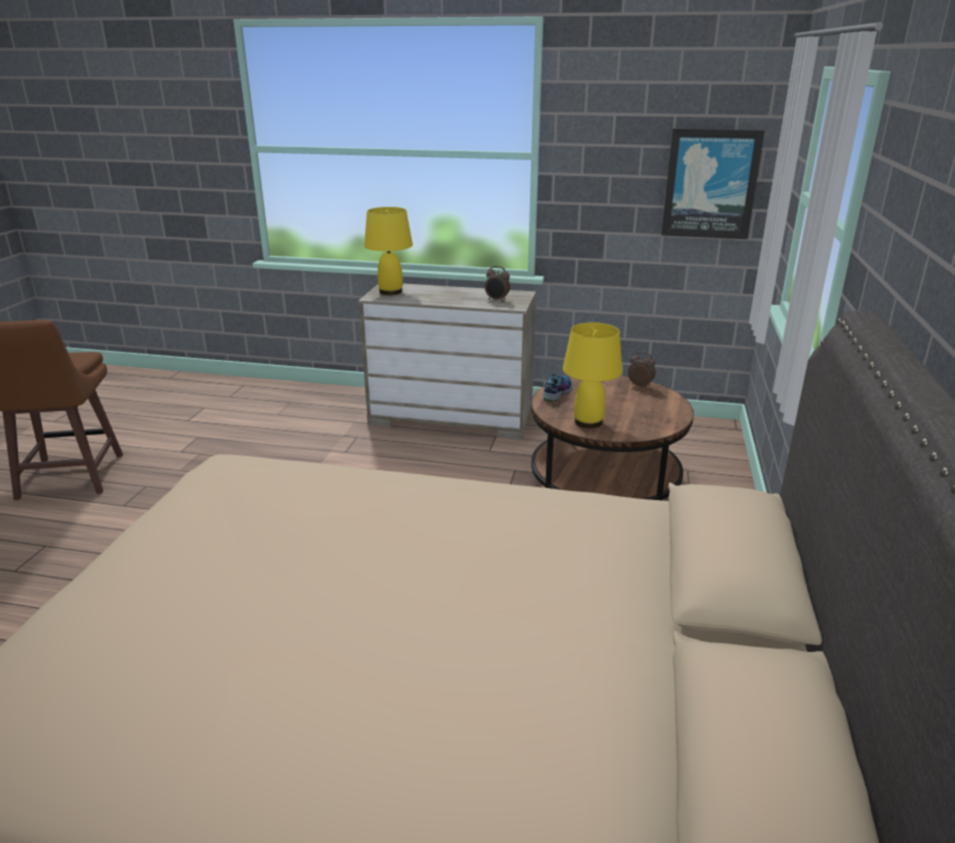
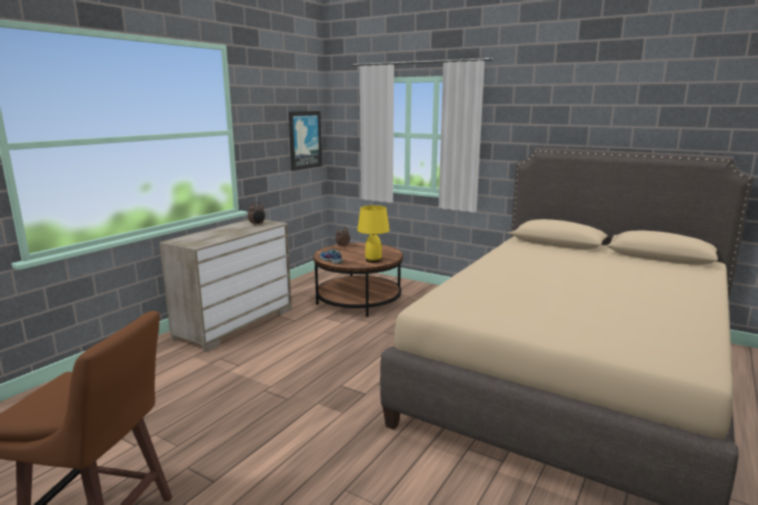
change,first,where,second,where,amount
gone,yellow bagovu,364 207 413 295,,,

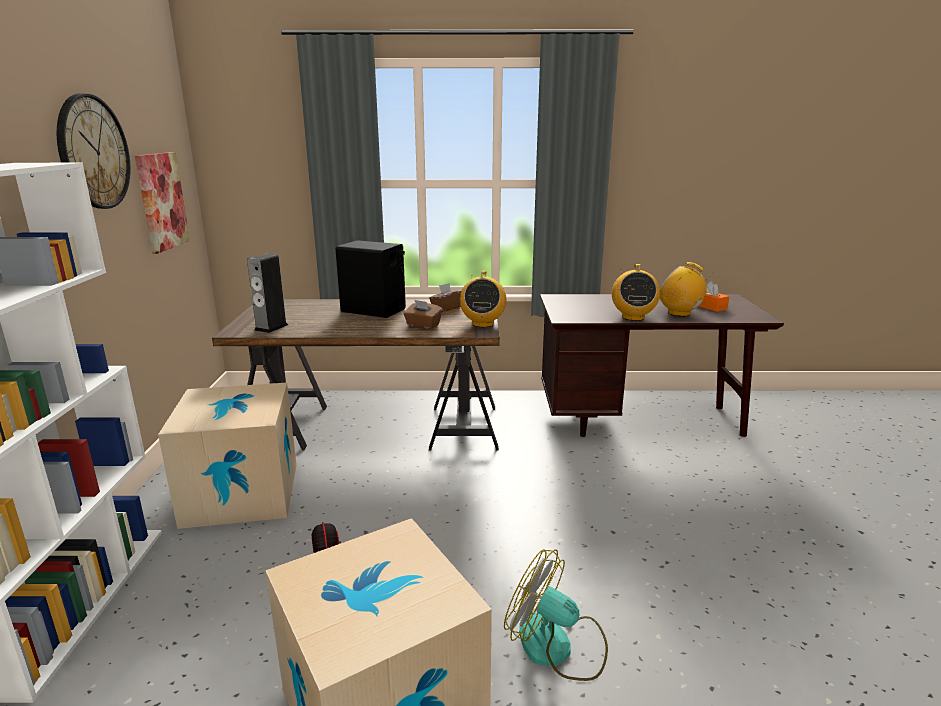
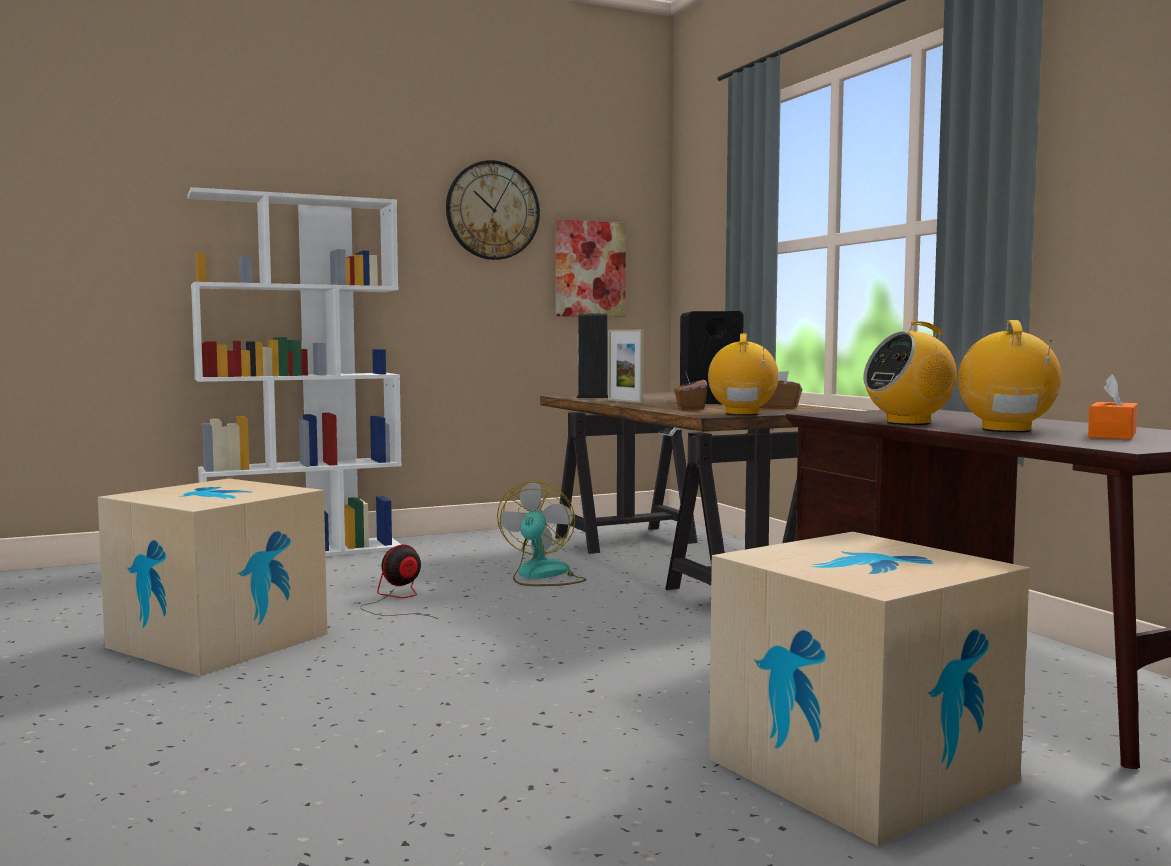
change,first,where,second,where,amount
rotated,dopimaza,460 270 506 328,,708 334 779 415,120 degrees clockwise
shifted,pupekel,158 383 297 529,,709 532 1030 846,
shifted,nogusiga,504 549 608 681,,497 482 587 586,
new,,,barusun,608 330 644 403,

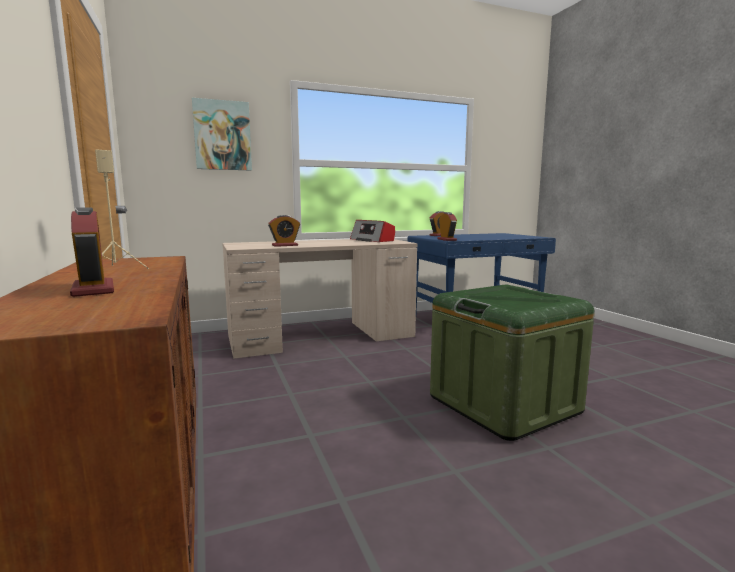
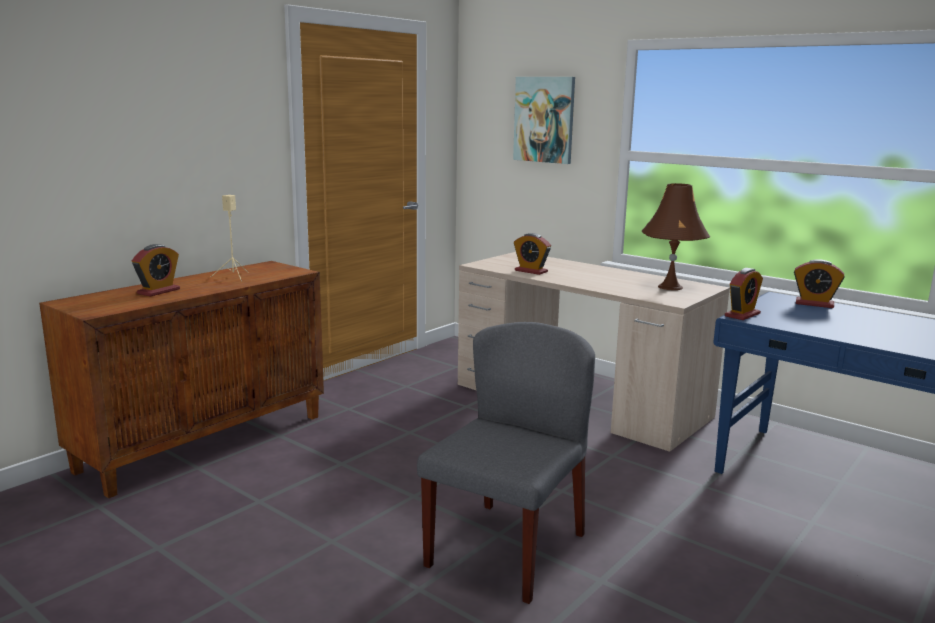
change,first,where,second,where,amount
swapped,dopimaza,350 220 395 242,brown bagovu,642 183 710 290,
swapped,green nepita,430 285 595 441,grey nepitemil,417 322 595 604,

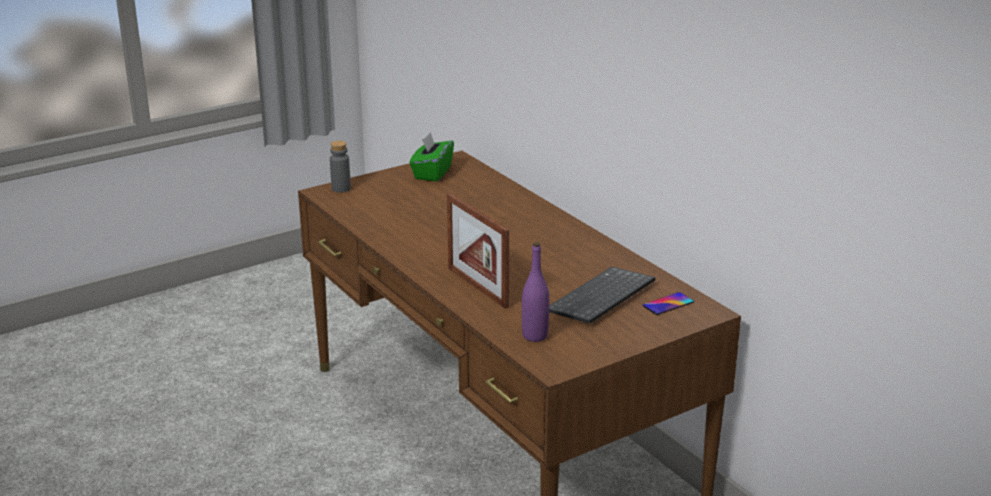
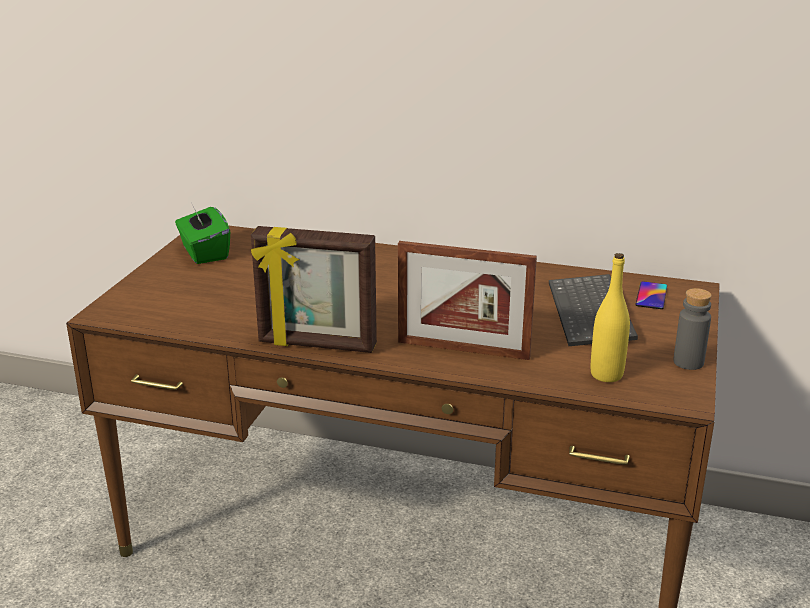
change,first,where,second,where,amount
shifted,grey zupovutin,330 141 351 193,,673 288 712 370,
repainted,purple zupovutin,522 242 549 342,yellow zupovutin,591 253 630 382,
new,,,barusun,251 226 377 353,

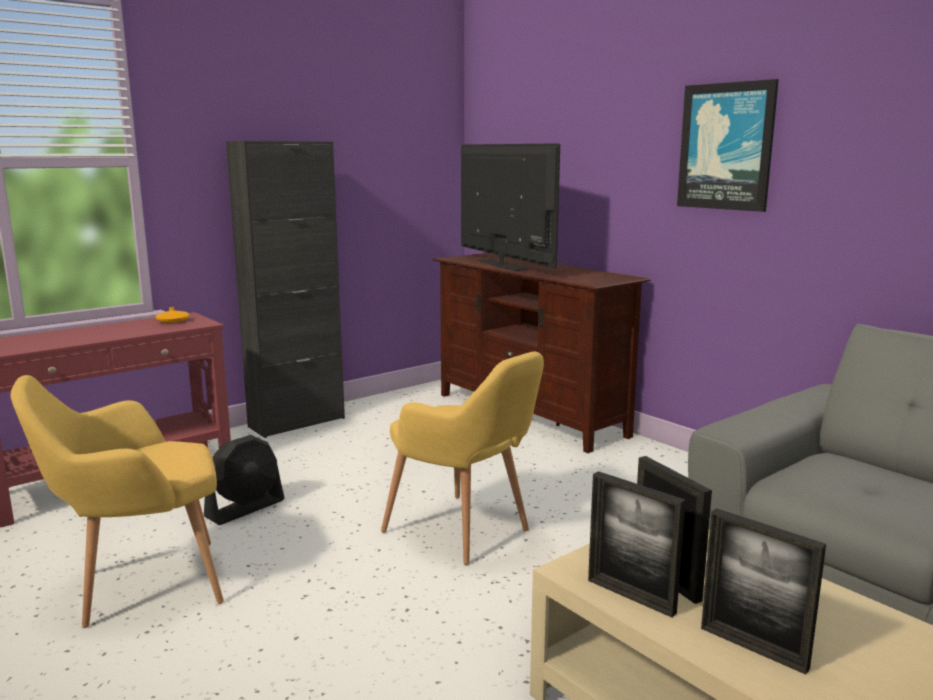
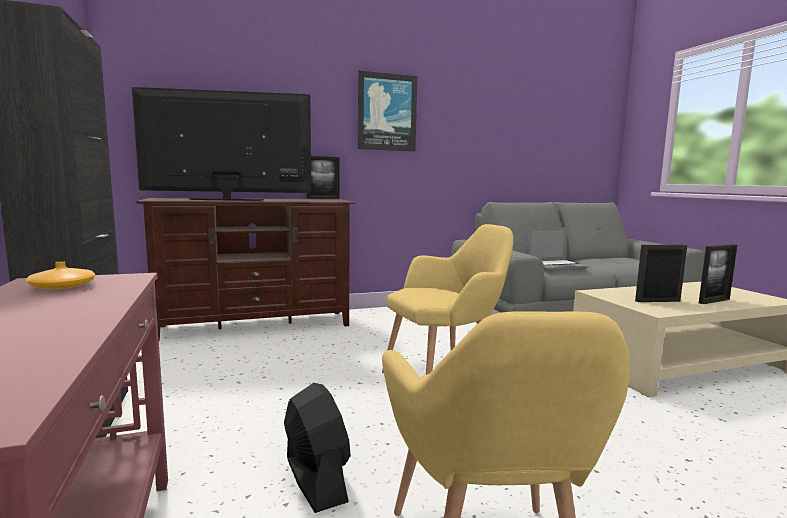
change,first,where,second,where,amount
shifted,barusun,588 471 686 617,,307 156 339 199,
new,,,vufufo,527 227 588 271,

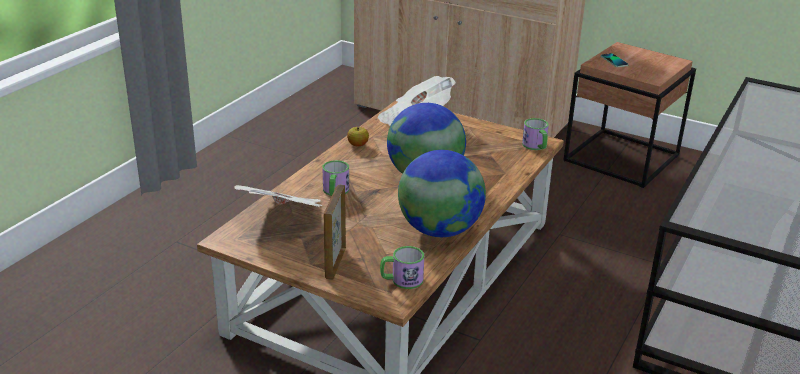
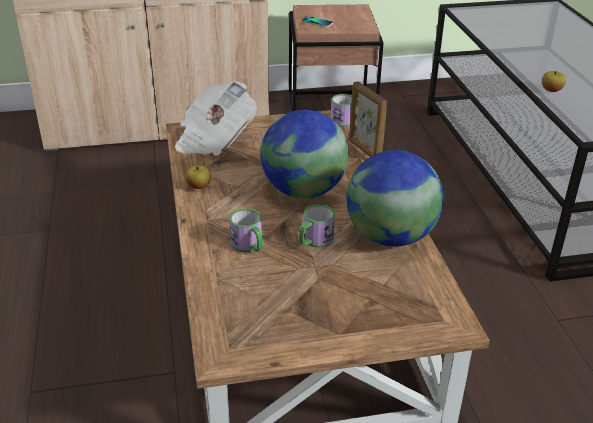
change,first,where,second,where,amount
gone,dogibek,234 185 323 207,,,
shifted,barusun,324 185 346 280,,349 81 387 157,
shifted,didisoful,380 246 424 289,,299 204 335 248,
new,,,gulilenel,542 71 566 92,

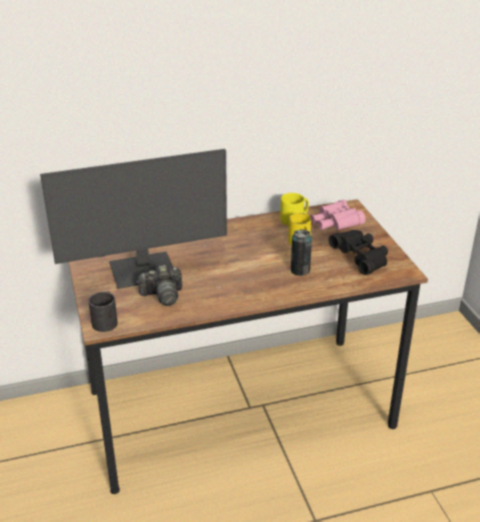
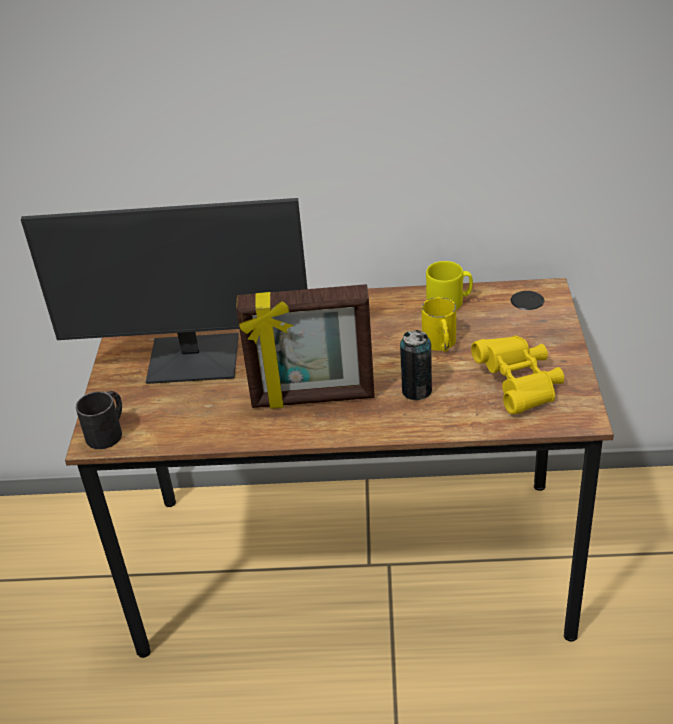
change,first,where,second,where,amount
gone,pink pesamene,311 200 365 230,,,
repainted,black pesamene,329 230 388 275,yellow pesamene,471 336 564 414,
gone,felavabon,137 265 182 306,,,
new,,,barusun,236 284 375 409,

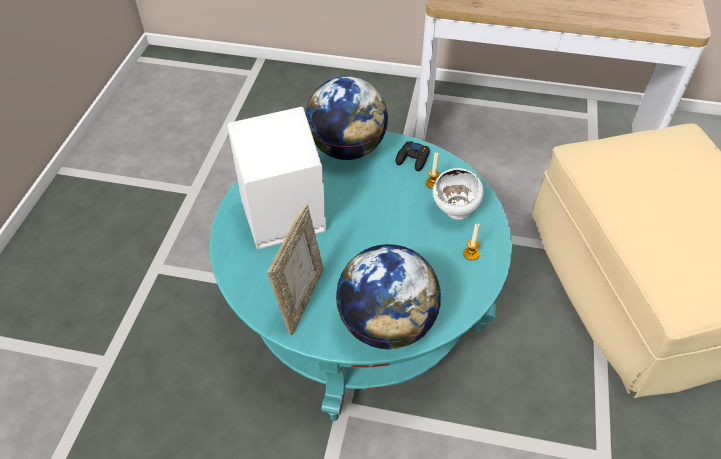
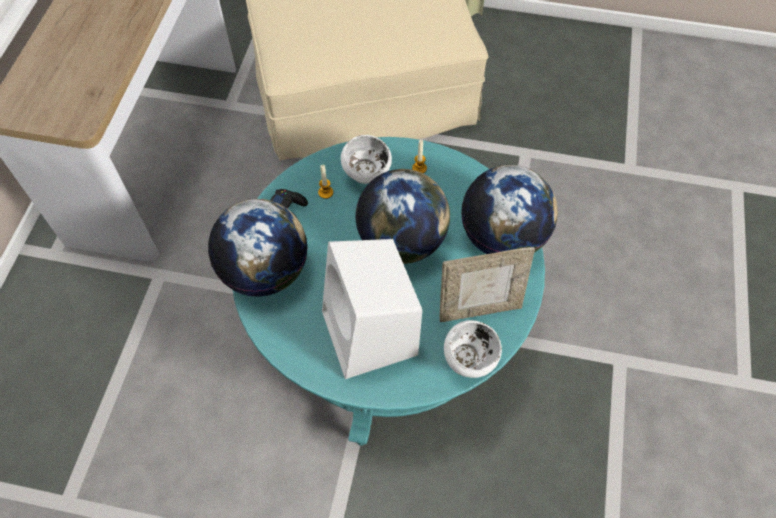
change,first,where,second,where,amount
rotated,barusun,267 204 324 335,,440 247 535 322,150 degrees clockwise
new,,,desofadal,356 169 450 264,
new,,,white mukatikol,444 320 502 378,

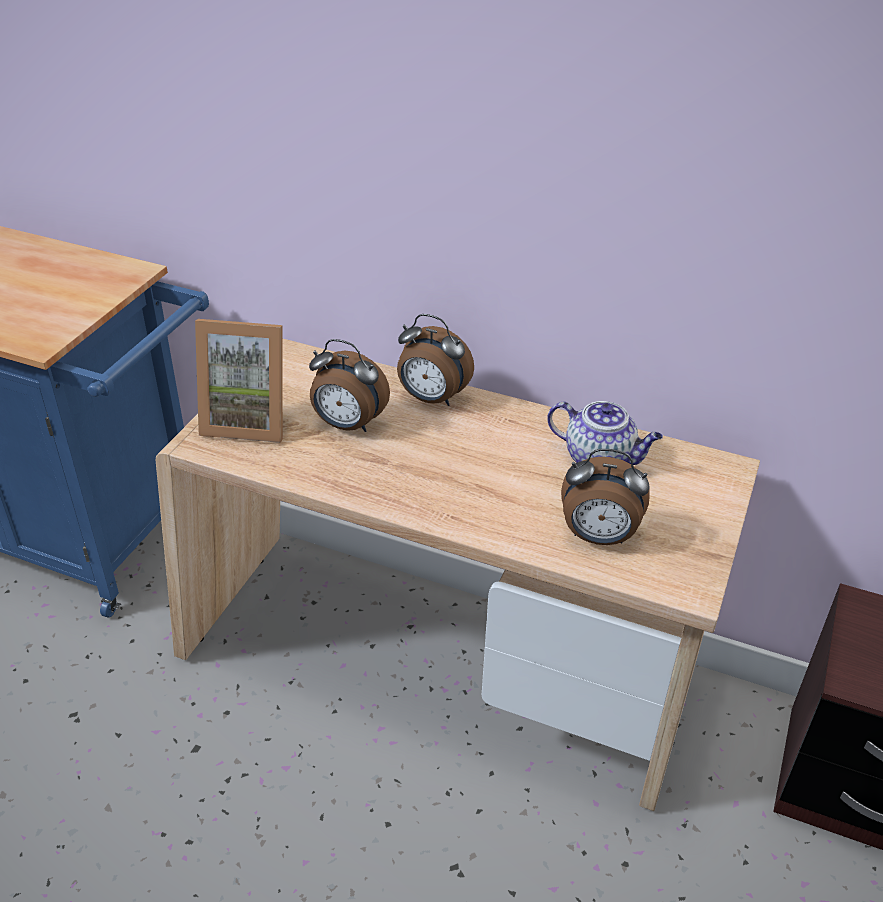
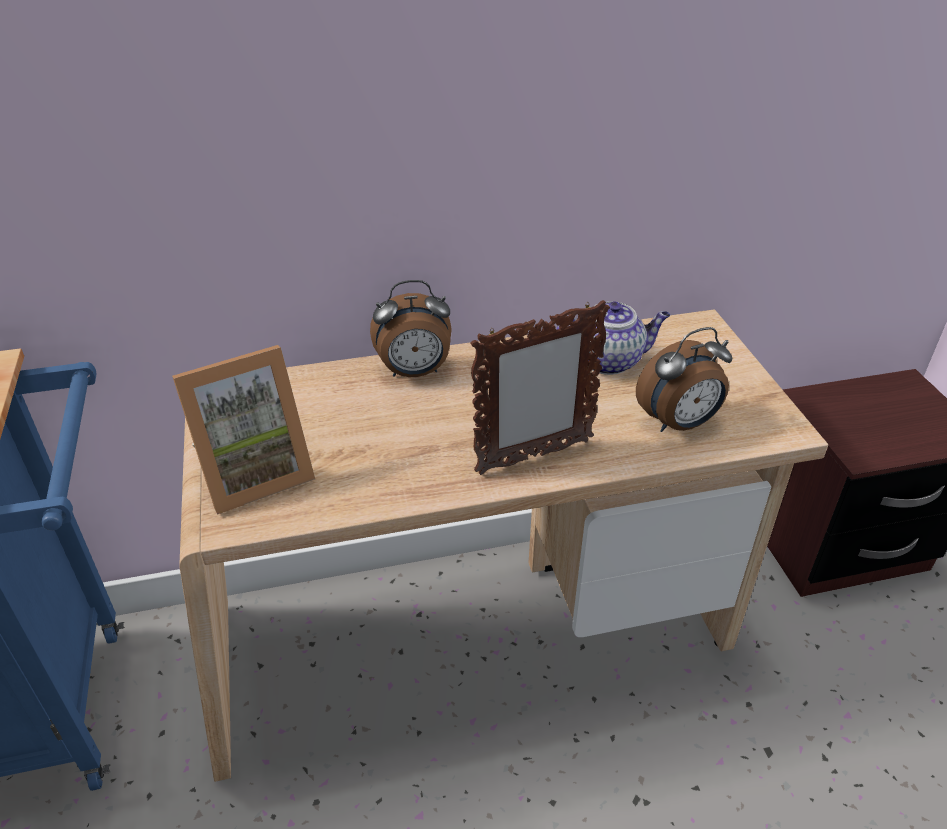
change,first,where,second,where,amount
gone,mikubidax,309 339 390 432,,,
new,,,barusun,470 300 610 475,

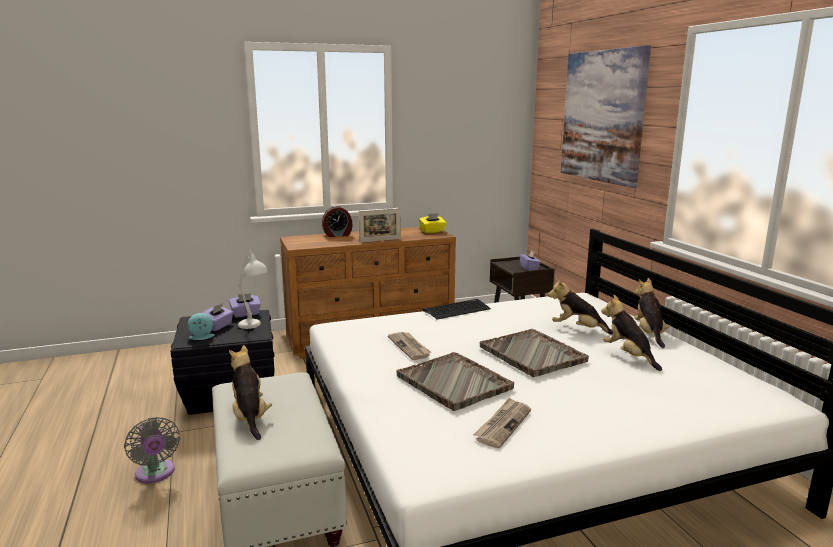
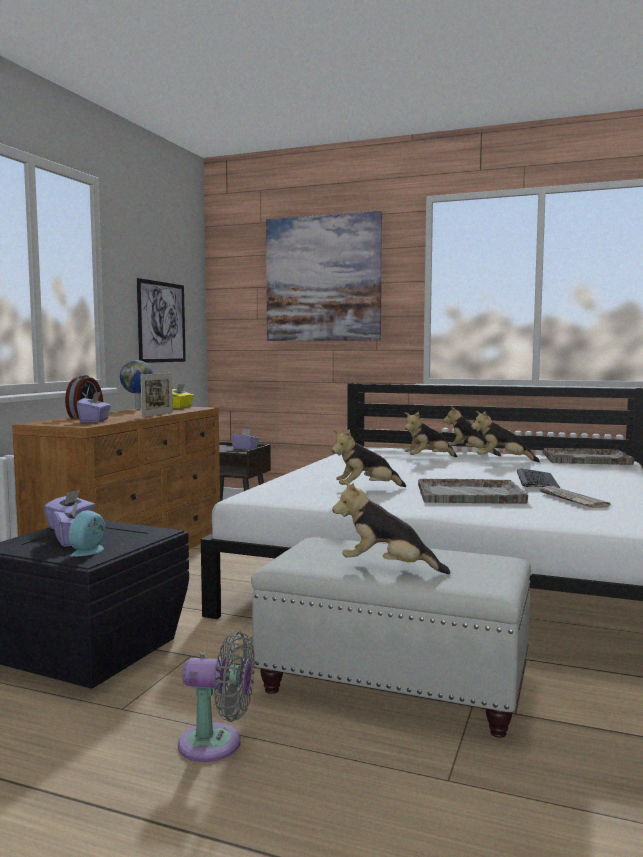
change,first,where,second,where,amount
gone,white bagovu,238 250 268 329,,,
shifted,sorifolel,422 299 491 320,,517 468 560 488,
shifted,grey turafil,480 329 589 377,,543 448 634 465,
swapped,dogibek,388 332 431 360,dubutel,332 429 406 487,
new,,,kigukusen,137 278 186 363,
new,,,desofadal,120 360 154 409,
new,,,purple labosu,77 392 111 422,

